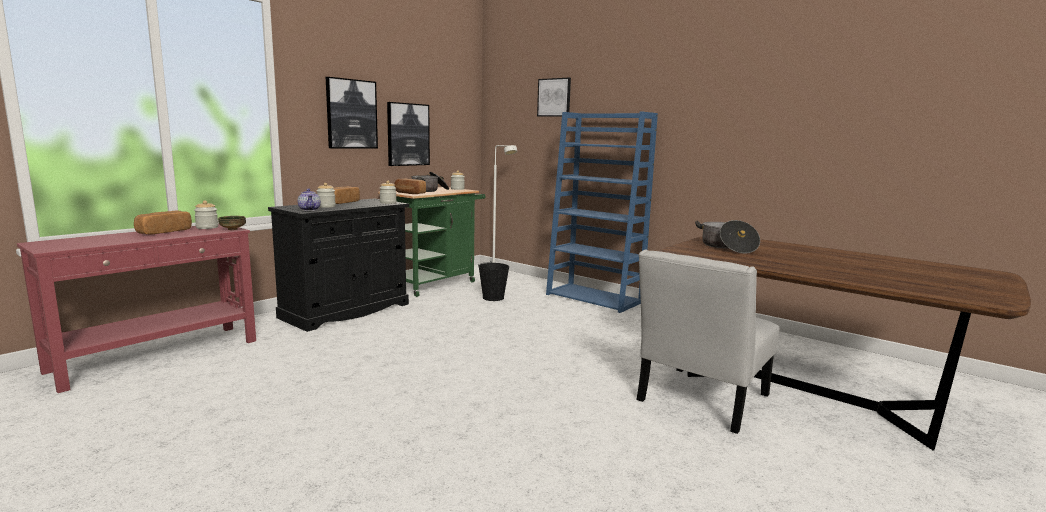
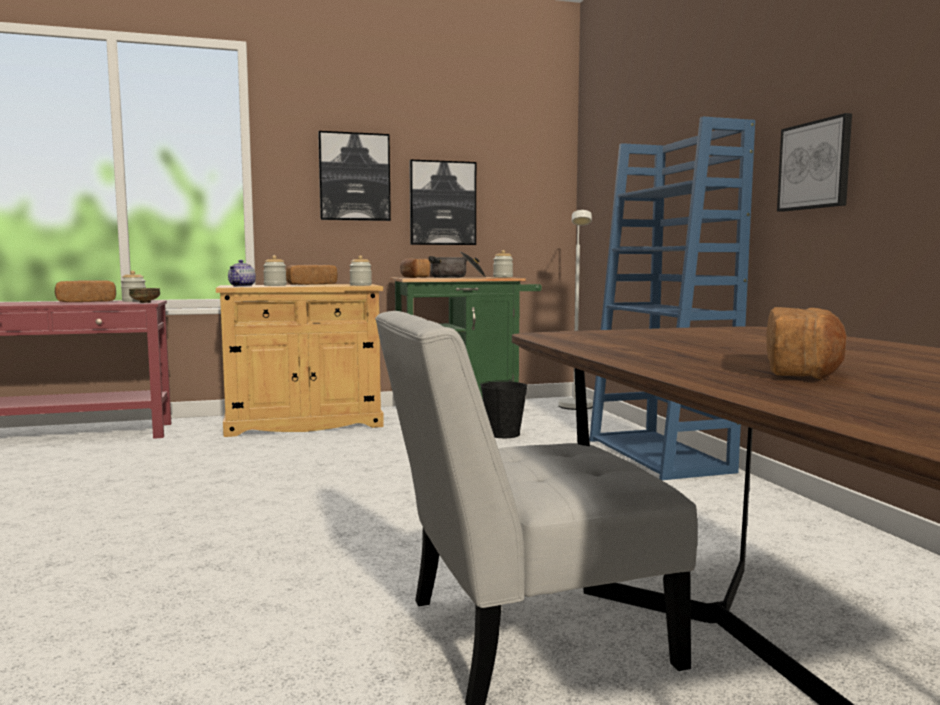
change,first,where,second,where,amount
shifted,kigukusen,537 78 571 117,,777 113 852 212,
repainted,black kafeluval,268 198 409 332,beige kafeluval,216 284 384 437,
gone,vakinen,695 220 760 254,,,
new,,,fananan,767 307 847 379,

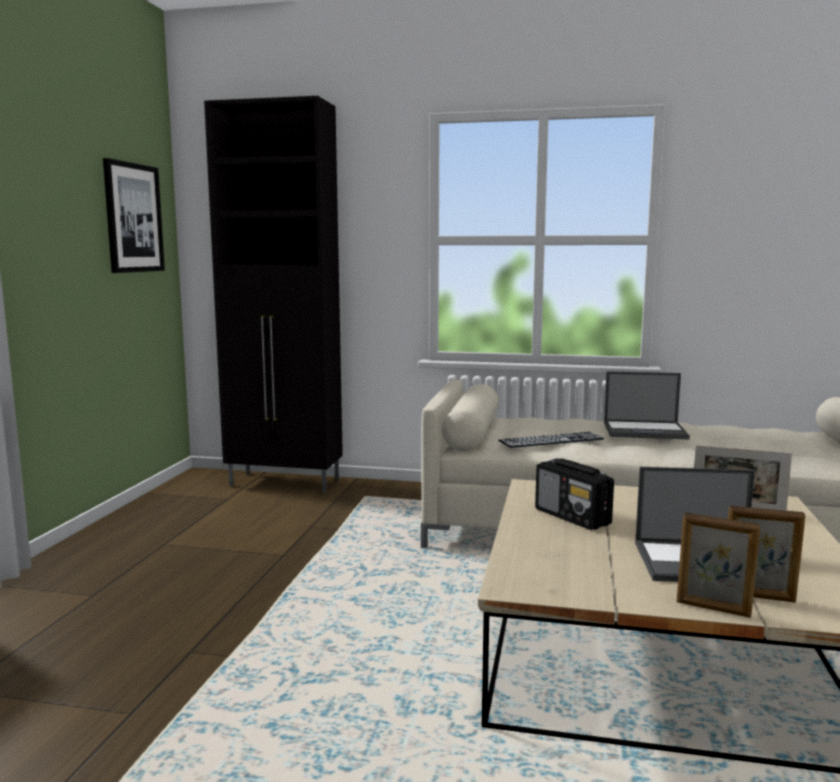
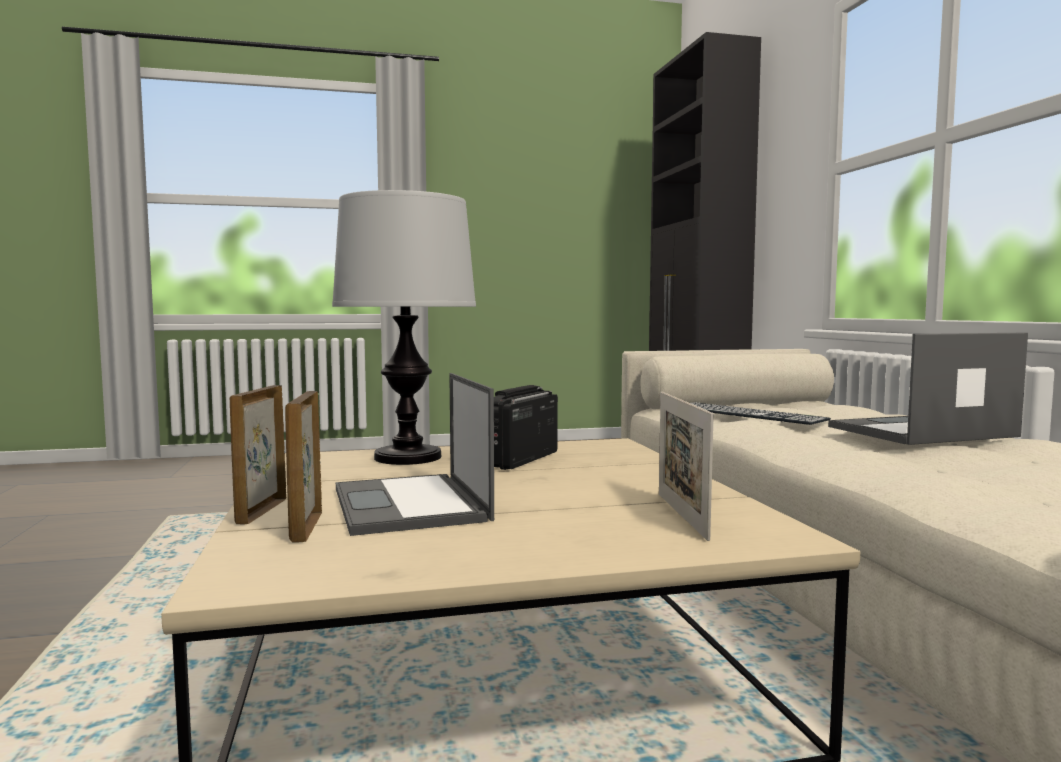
change,first,where,second,where,amount
gone,kigukusen,103 158 165 273,,,
rotated,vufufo,604 371 690 440,,828 333 1028 445,90 degrees clockwise
new,,,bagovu,332 190 476 465,

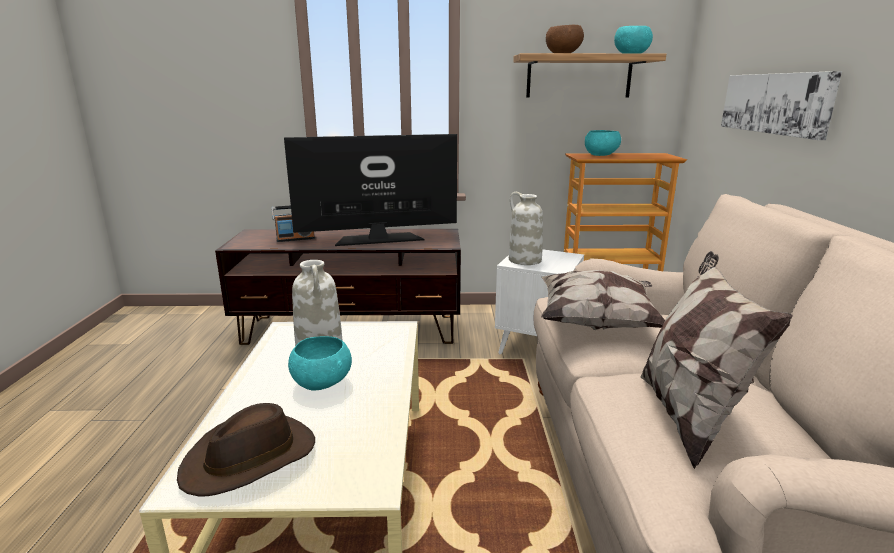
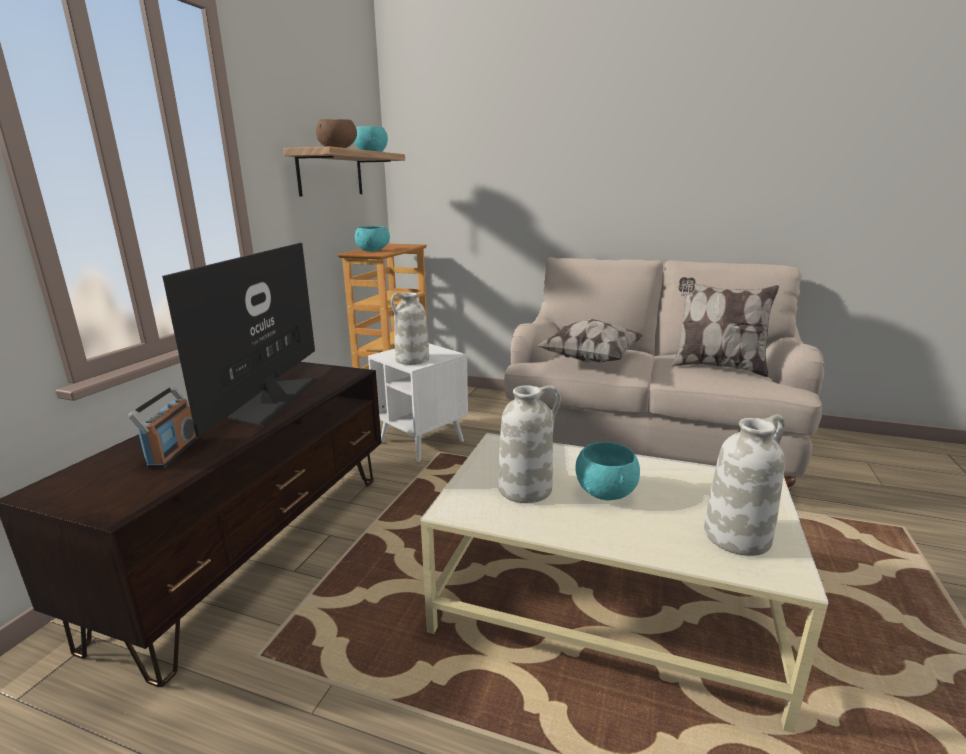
change,first,where,second,where,amount
gone,kigukusen,721 71 842 140,,,
swapped,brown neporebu,177 403 315 497,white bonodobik,704 414 785 556,

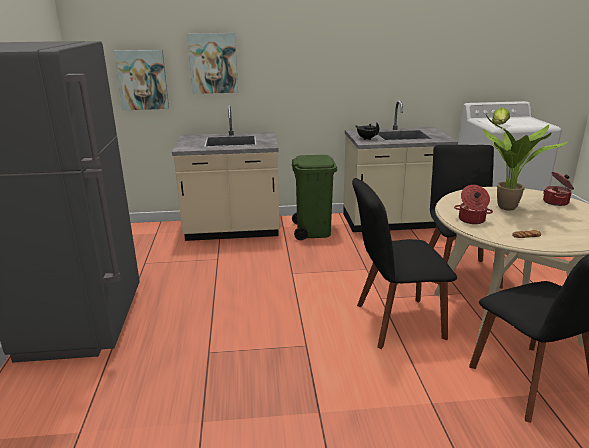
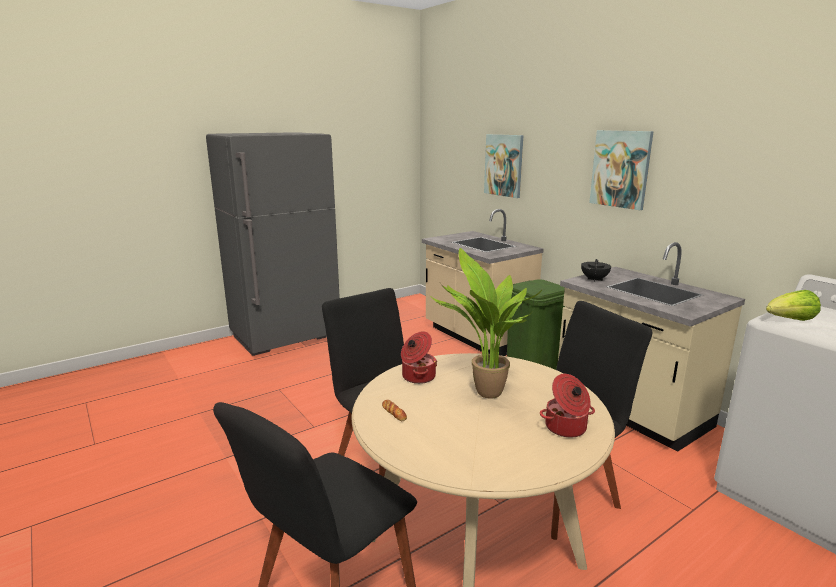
change,first,where,second,where,amount
shifted,kigukusen,114 50 169 110,,589 130 654 210,

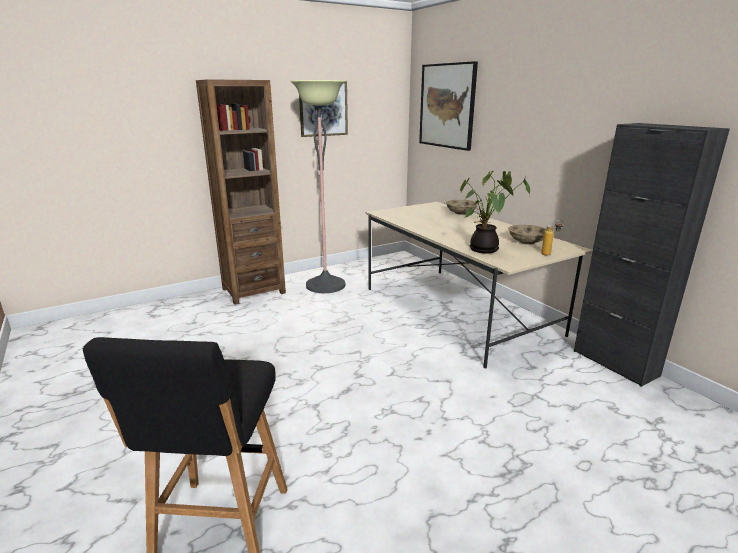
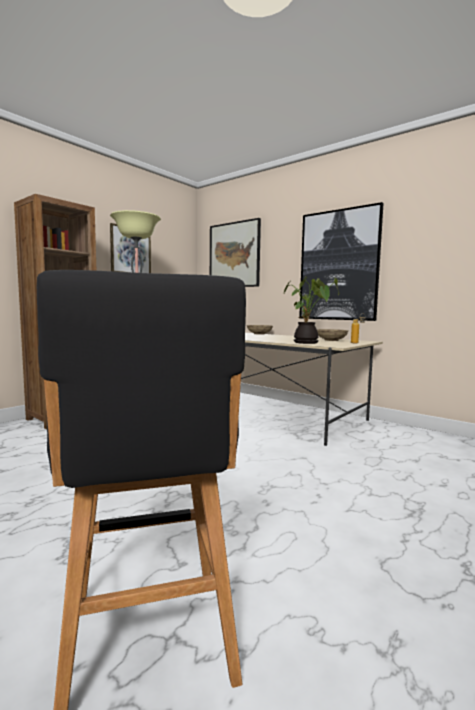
change,first,where,second,where,amount
gone,black kafeluval,574 123 730 387,,,
new,,,kigukusen,299 202 384 321,

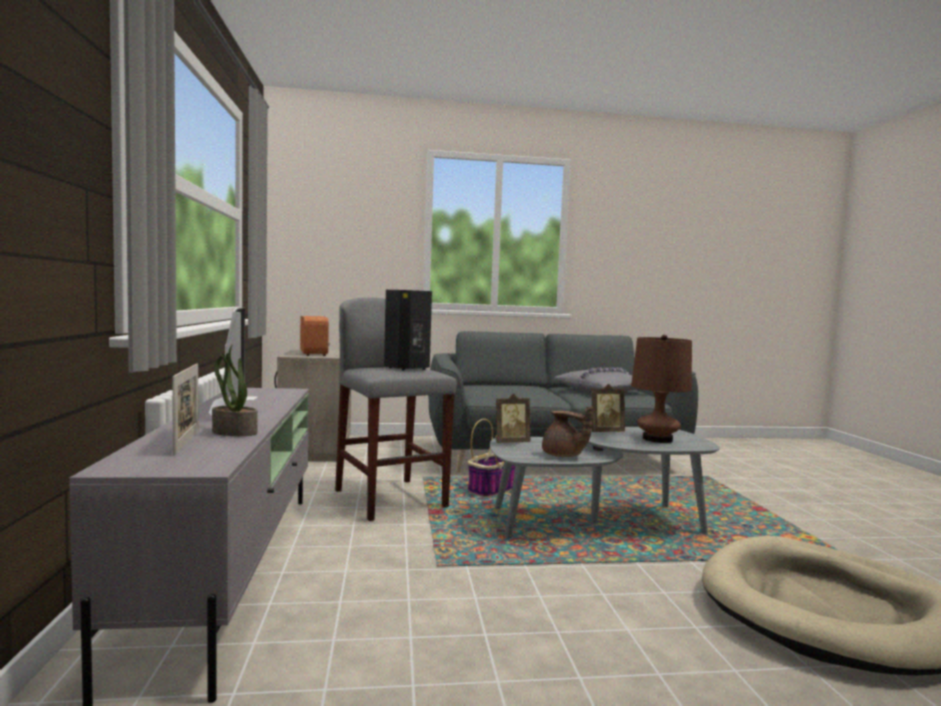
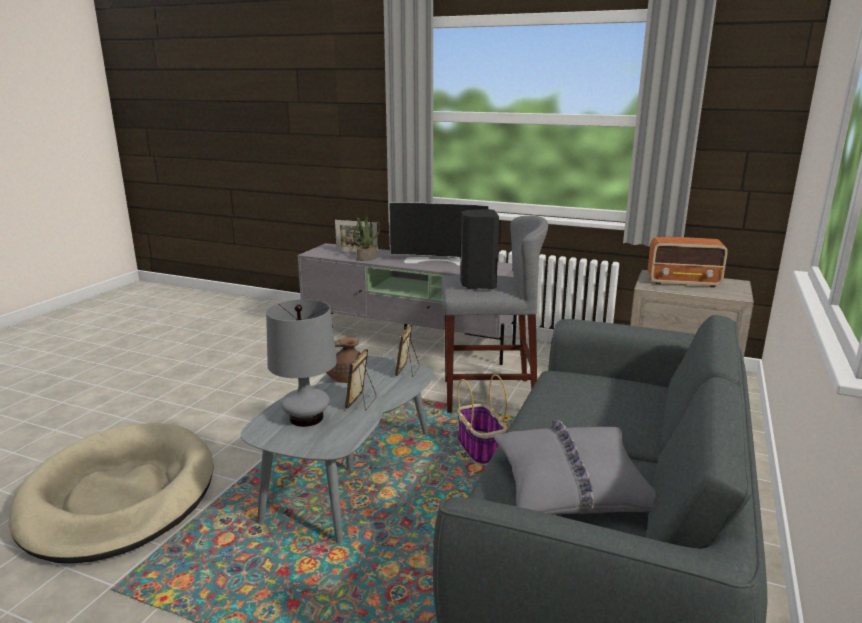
change,first,where,second,where,amount
repainted,brown bagovu,631 335 692 443,grey bagovu,266 300 337 427,

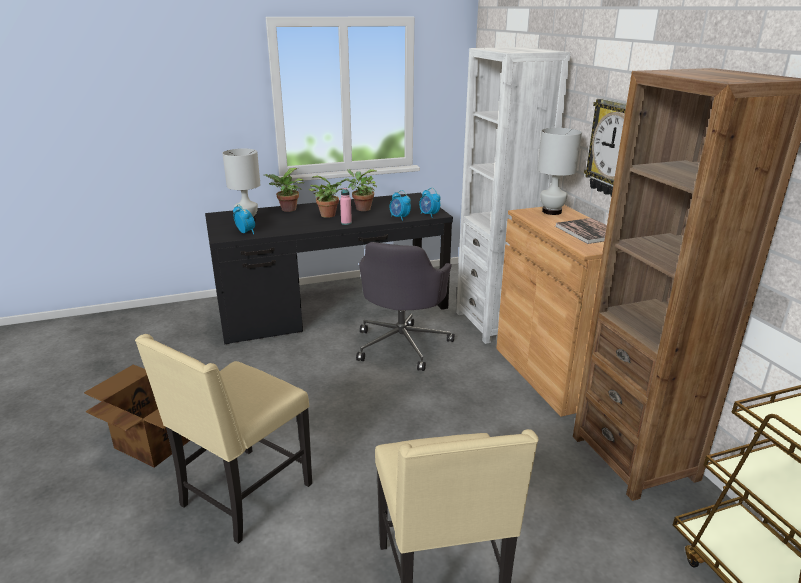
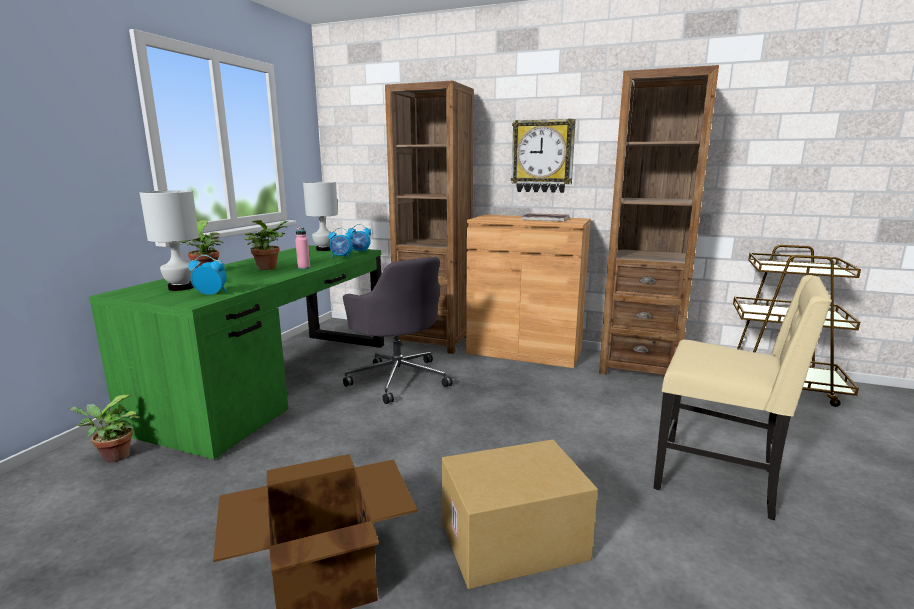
change,first,where,second,where,amount
repainted,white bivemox,456 47 571 344,brown bivemox,385 81 474 354,
shifted,white bagovu,537 128 582 215,,303 182 338 251,
shifted,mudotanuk,346 169 377 211,,68 395 140 463,
repainted,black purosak,205 193 453 345,green purosak,89 245 384 459,
swapped,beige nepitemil,135 334 312 544,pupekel,442 439 598 589,

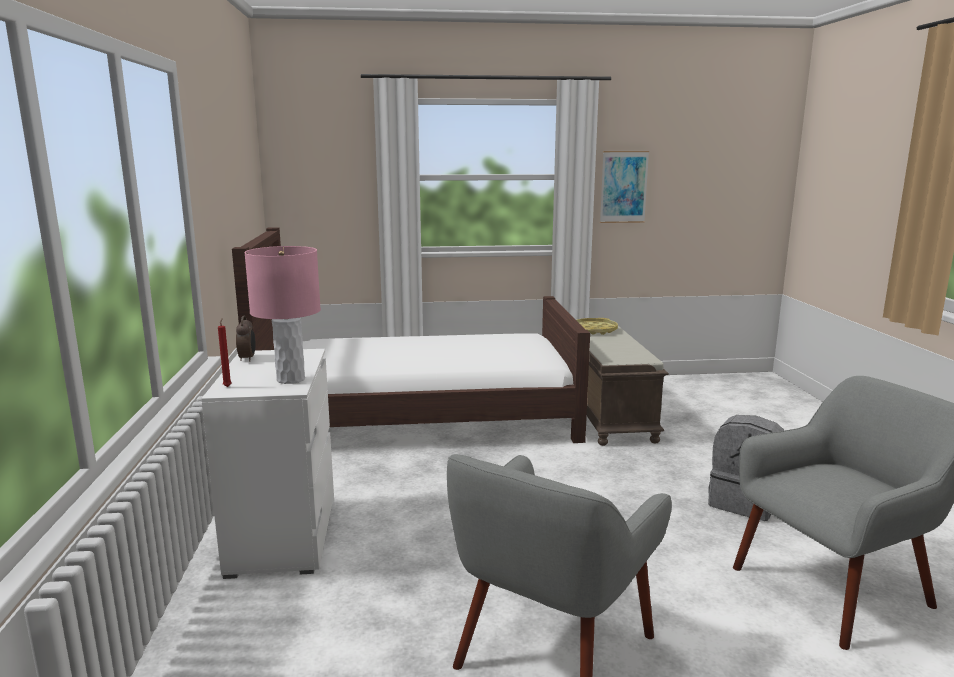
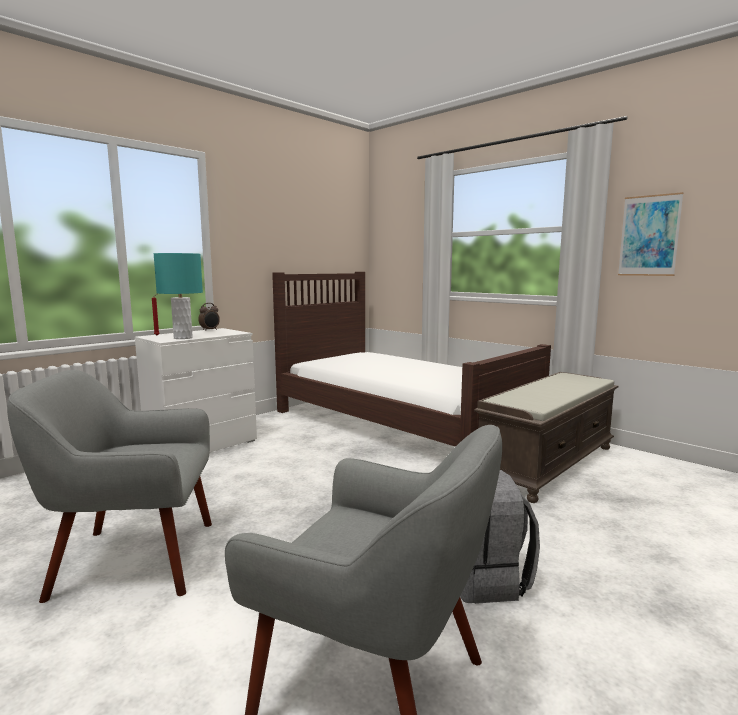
change,first,where,second,where,amount
repainted,pink bagovu,244 246 321 384,turquoise bagovu,153 253 203 339,
gone,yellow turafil,577 318 618 335,,,

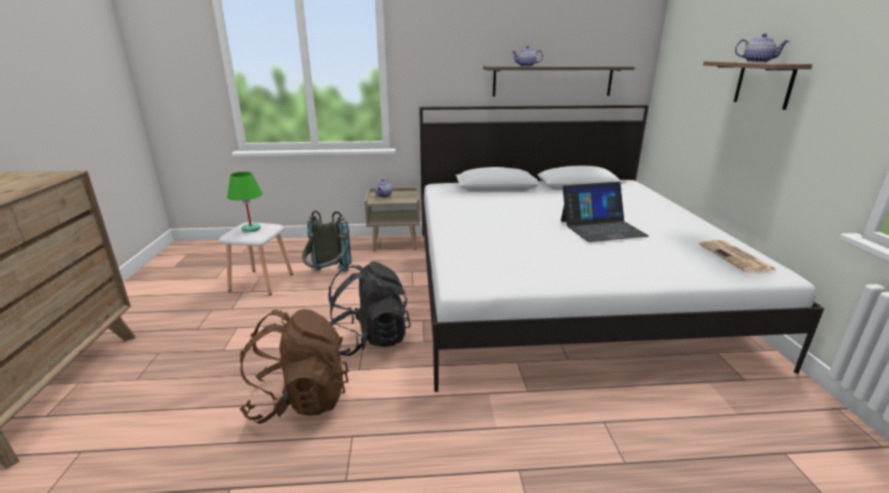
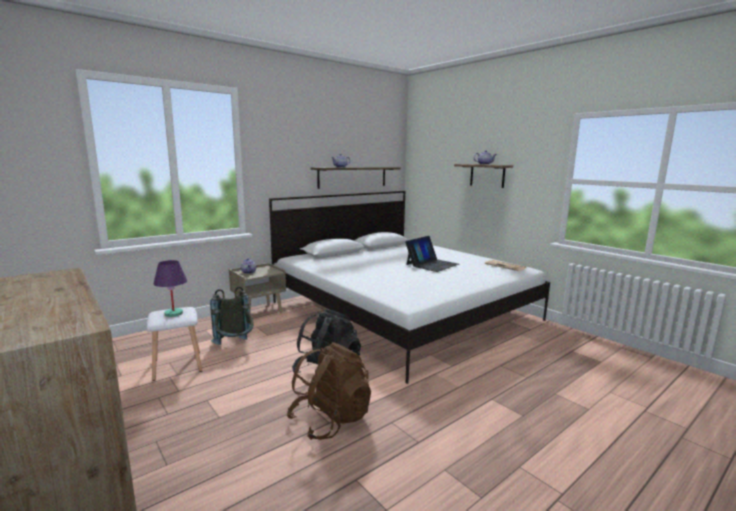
change,first,where,second,where,amount
repainted,green bagovu,227 172 263 232,purple bagovu,154 260 187 317,

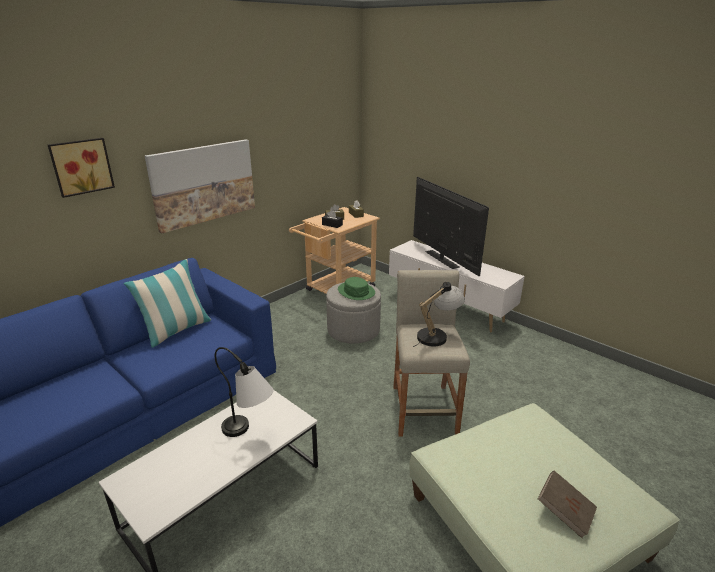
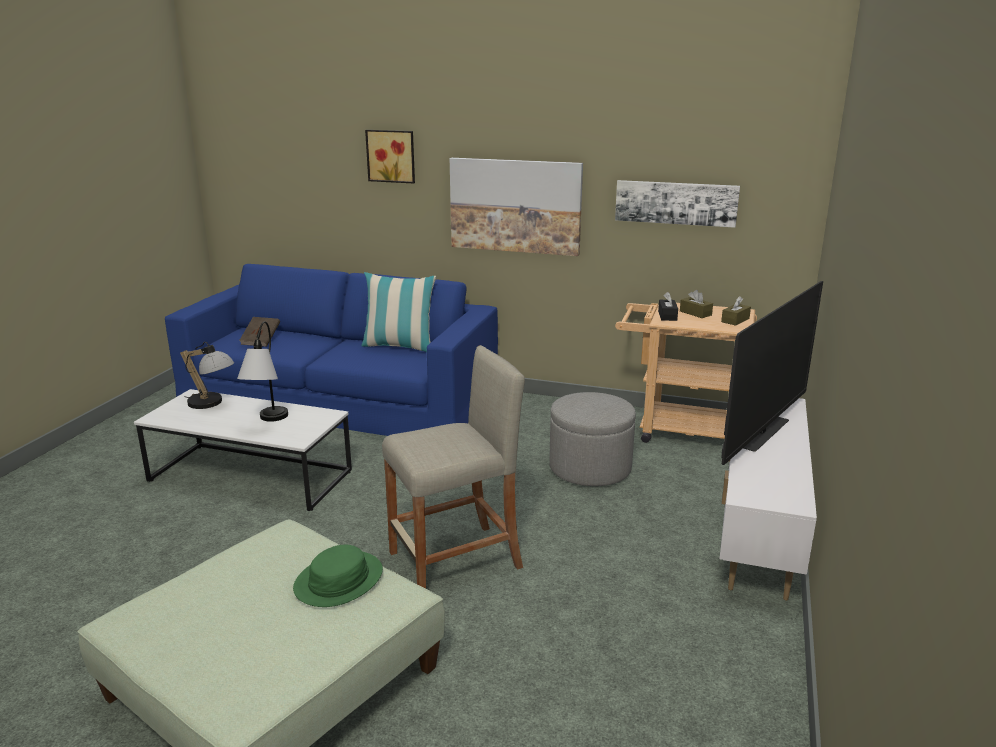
change,first,where,second,where,amount
shifted,green neporebu,338 277 375 300,,293 545 383 607,
shifted,bagovu,413 282 465 347,,180 342 234 409,
shifted,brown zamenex,538 471 597 538,,239 317 280 347,
new,,,kigukusen,615 180 740 228,

